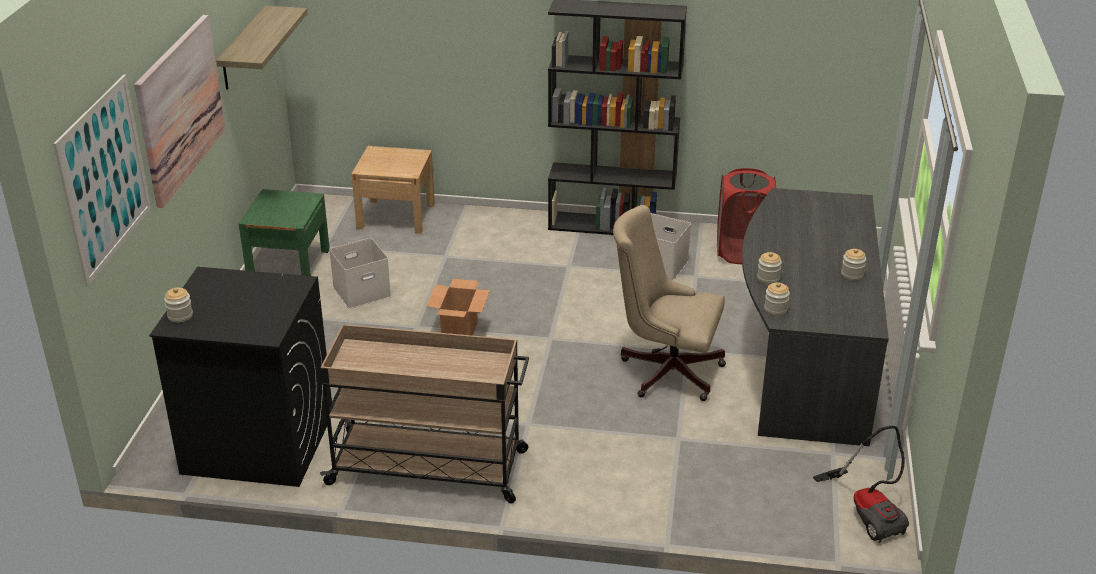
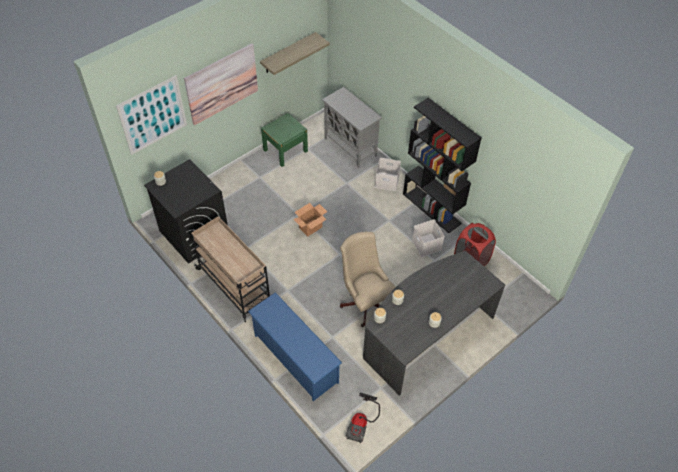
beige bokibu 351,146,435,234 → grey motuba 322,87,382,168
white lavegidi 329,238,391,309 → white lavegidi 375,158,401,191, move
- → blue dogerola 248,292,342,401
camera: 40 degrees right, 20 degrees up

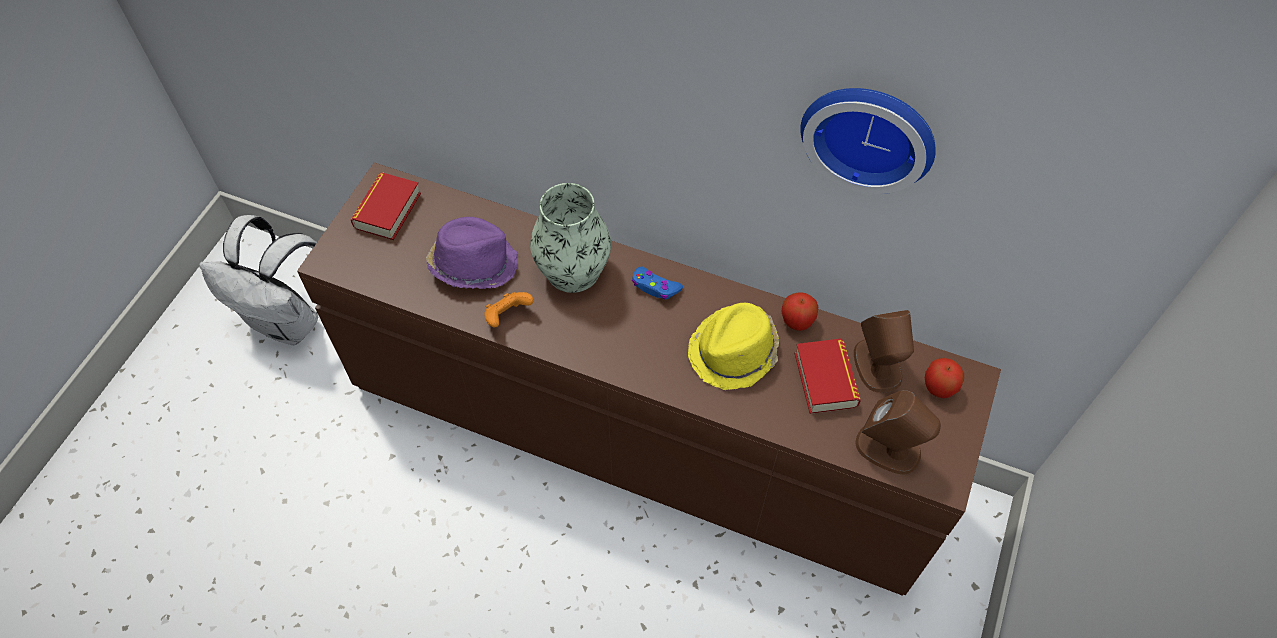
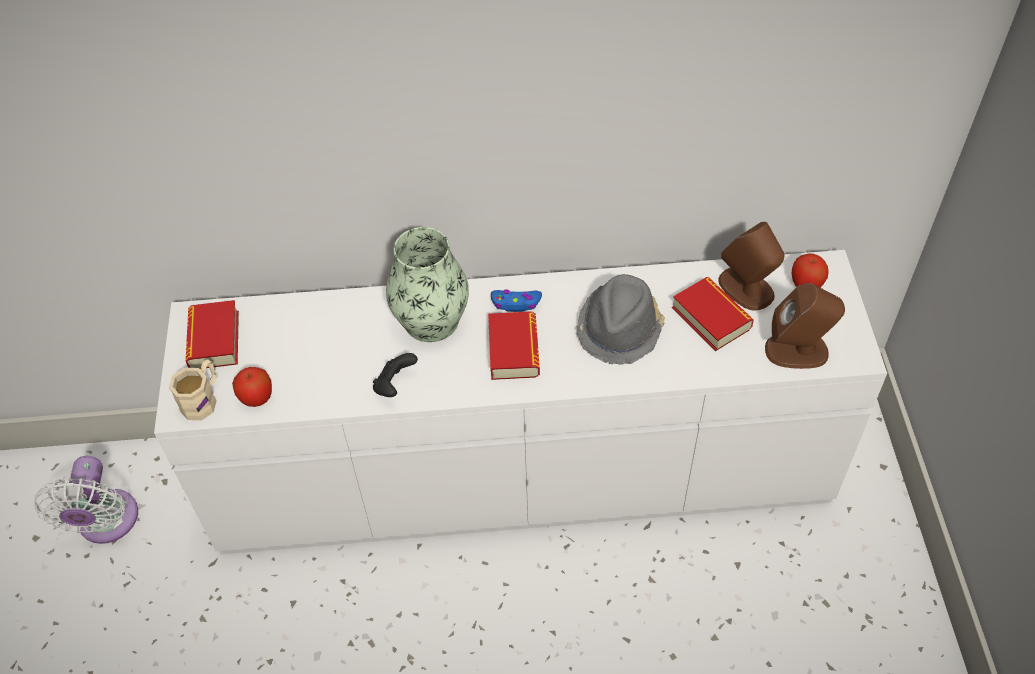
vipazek 800,88,936,194 → -
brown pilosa 297,162,1001,596 → white pilosa 154,250,887,554
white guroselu 199,215,318,345 → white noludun 34,456,138,544
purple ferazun 426,217,518,289 → -
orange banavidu 485,292,534,327 → black banavidu 373,353,418,397
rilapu 781,292,818,331 → rilapu 232,367,272,407, move
yellow ferazun 688,303,779,390 → grey ferazun 576,274,665,365
- → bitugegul 488,311,540,380
- → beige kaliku 169,359,217,420
camera: 25 degrees left, 5 degrees down

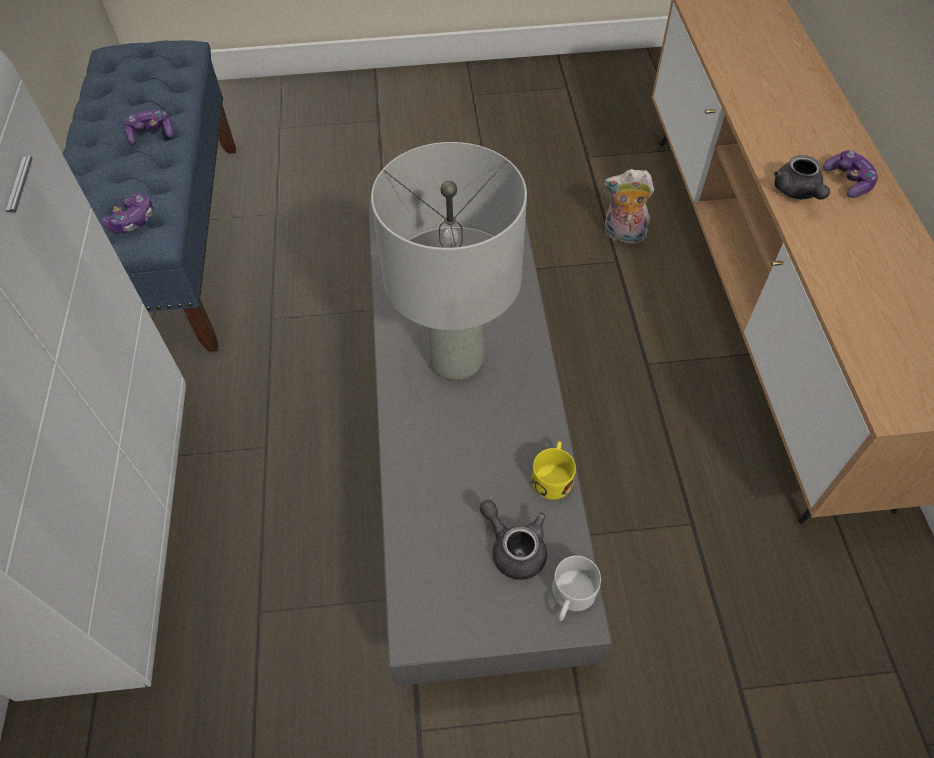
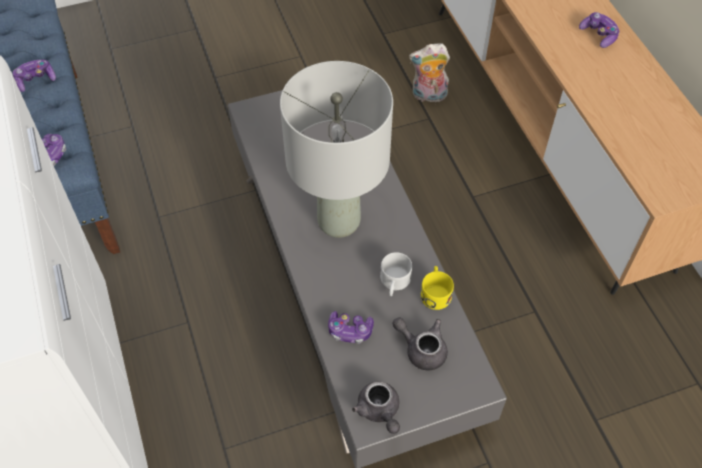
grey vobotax 774,155,830,200 → grey vobotax 352,381,400,434, move
white kaliku 552,556,601,621 → white kaliku 380,252,412,296, move
- → banavidu 328,311,374,344
camera: 15 degrees left, 0 degrees up

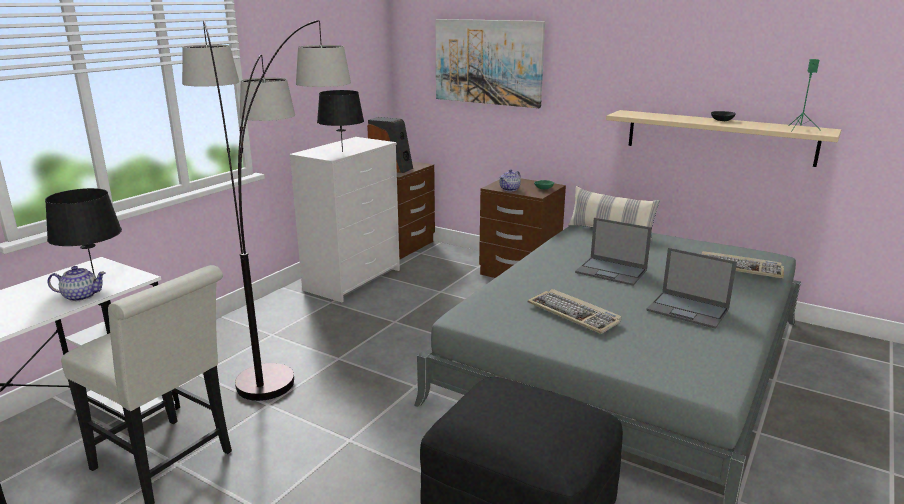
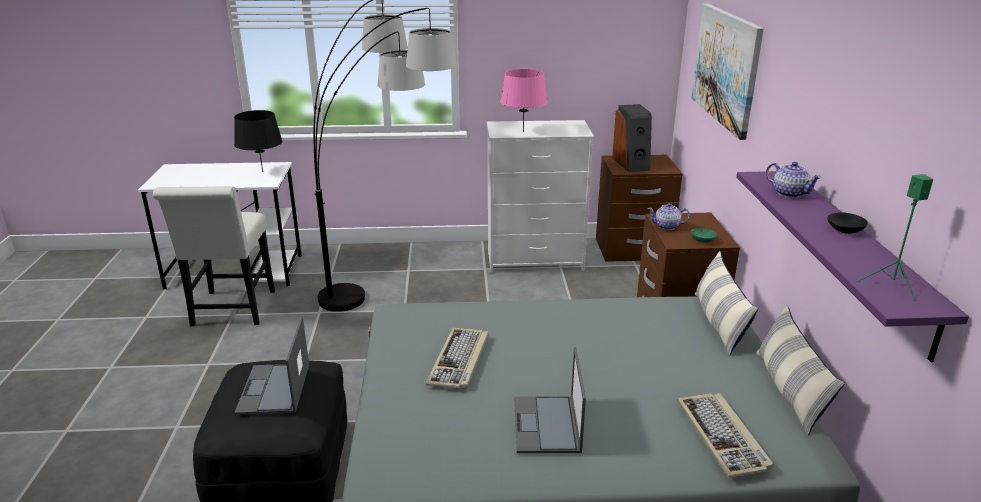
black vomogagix 317,90,364,152 → pink vomogagix 500,69,548,132
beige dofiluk 606,110,841,167 → purple dofiluk 736,171,969,362
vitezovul 575,217,652,286 → vitezovul 234,317,309,415, move
vobotax 47,266,106,302 → vobotax 766,162,822,198, move
- → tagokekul 756,305,845,435
camera: 55 degrees right, 5 degrees up

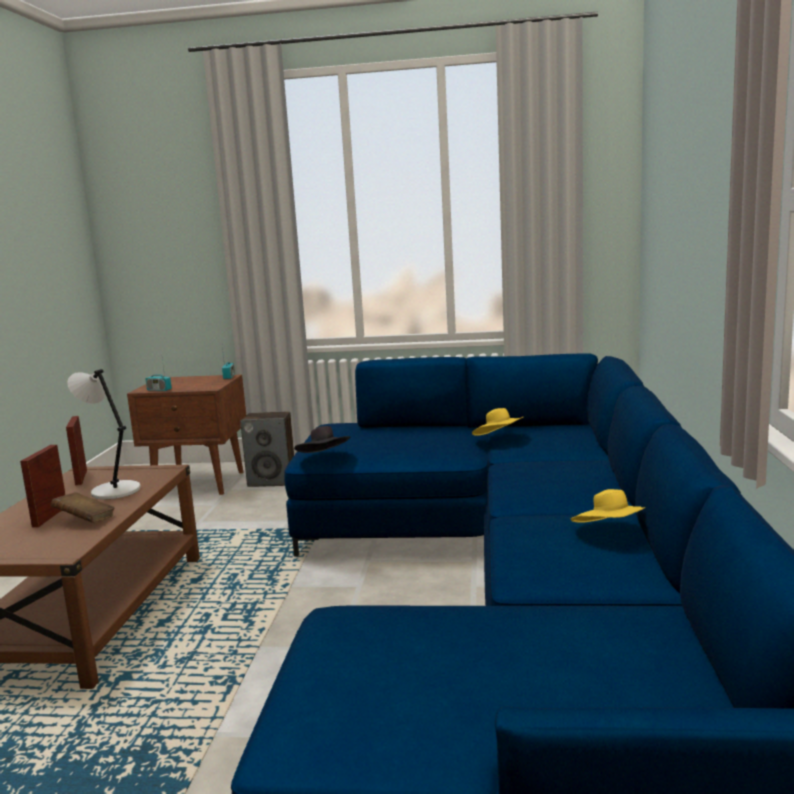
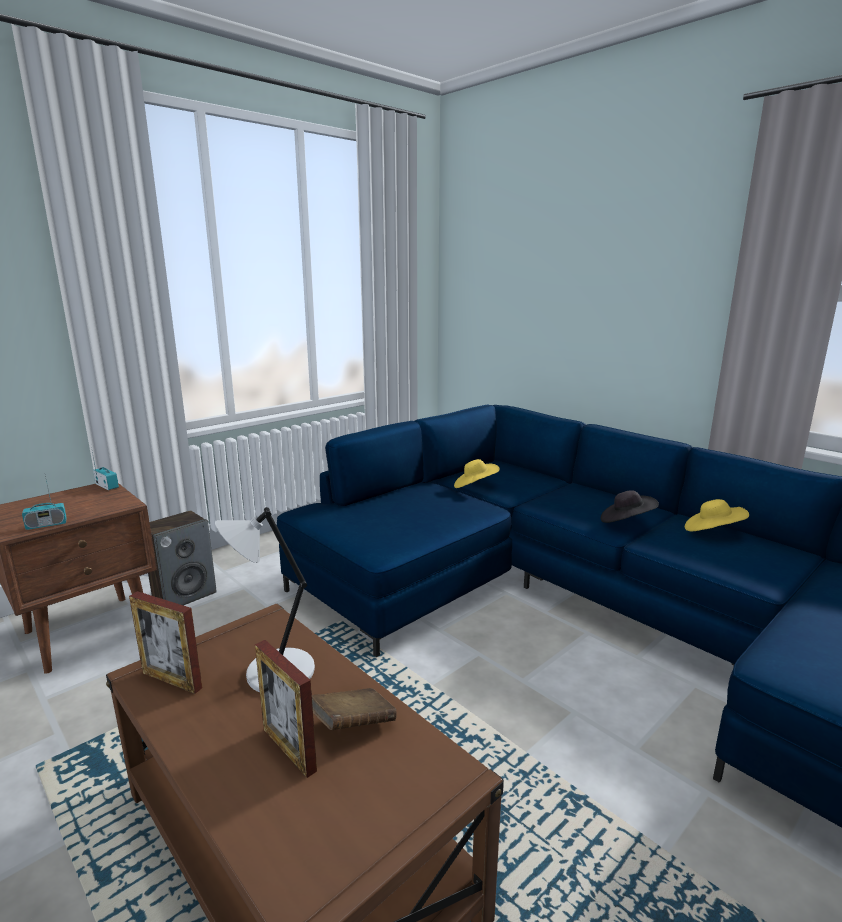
black ferazun 294,426,351,453 → black ferazun 600,490,659,523, move
camera: 50 degrees left, 5 degrees up

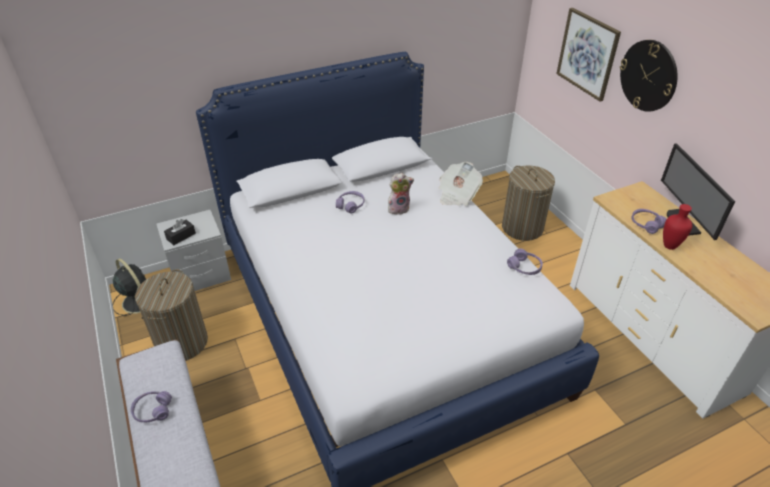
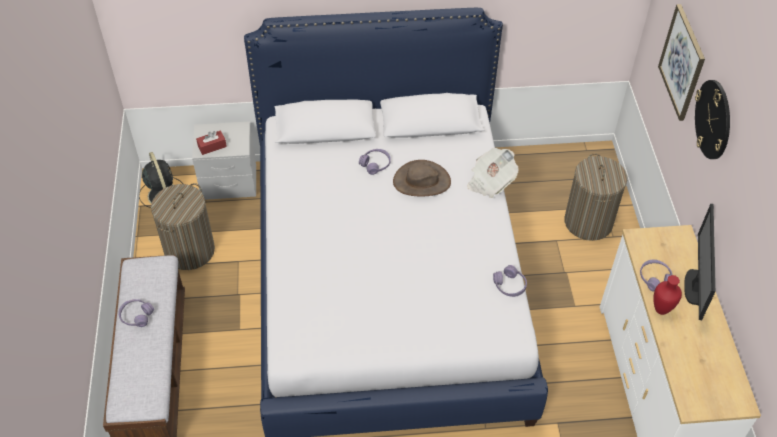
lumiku 388,173,414,215 → brown ferazun 393,160,451,196
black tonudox 164,219,196,245 → red tonudox 196,130,227,155
camera: 20 degrees right, 10 degrees up

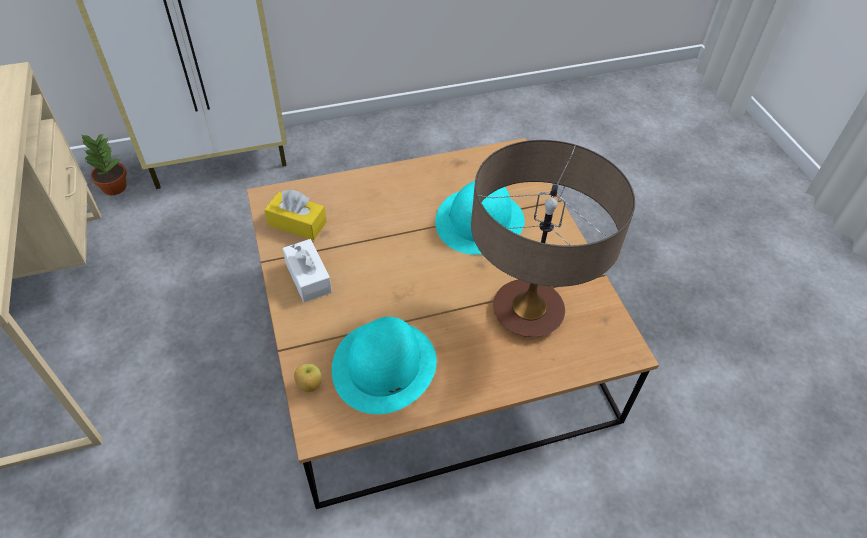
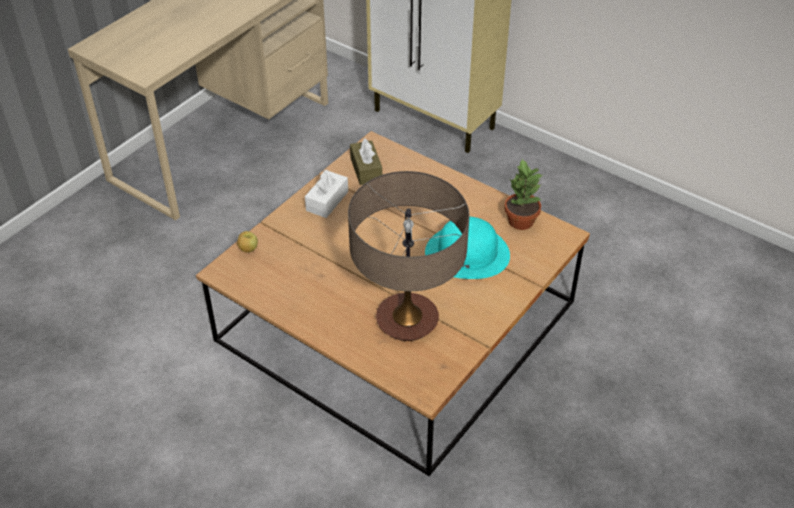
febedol 81,133,127,195 → febedol 504,159,544,230, move
yellow tonudox 264,190,327,240 → brown tonudox 350,138,382,185
turquoise ferazun 332,317,437,414 → -
camera: 55 degrees right, 5 degrees down

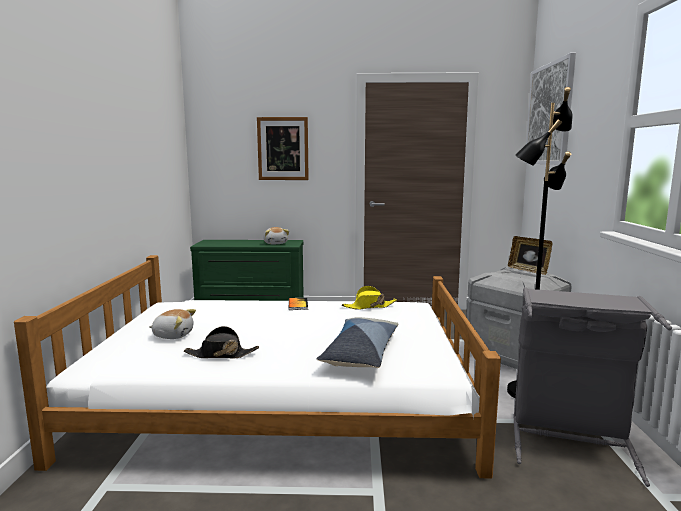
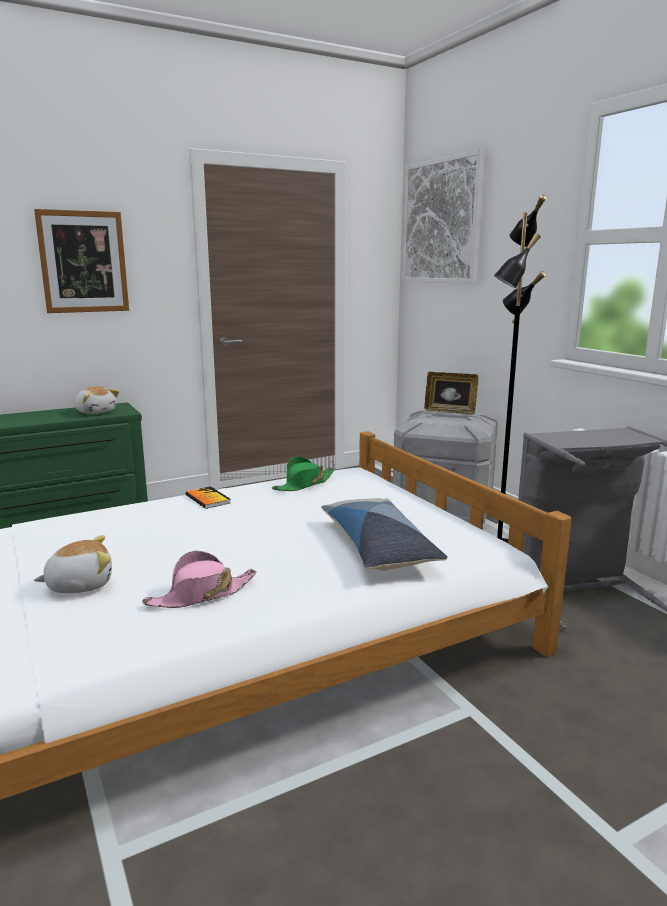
yellow ferazun 342,286,397,310 → green ferazun 272,457,335,491
black ferazun 184,326,259,359 → pink ferazun 142,551,256,608
camera: 30 degrees left, 5 degrees up

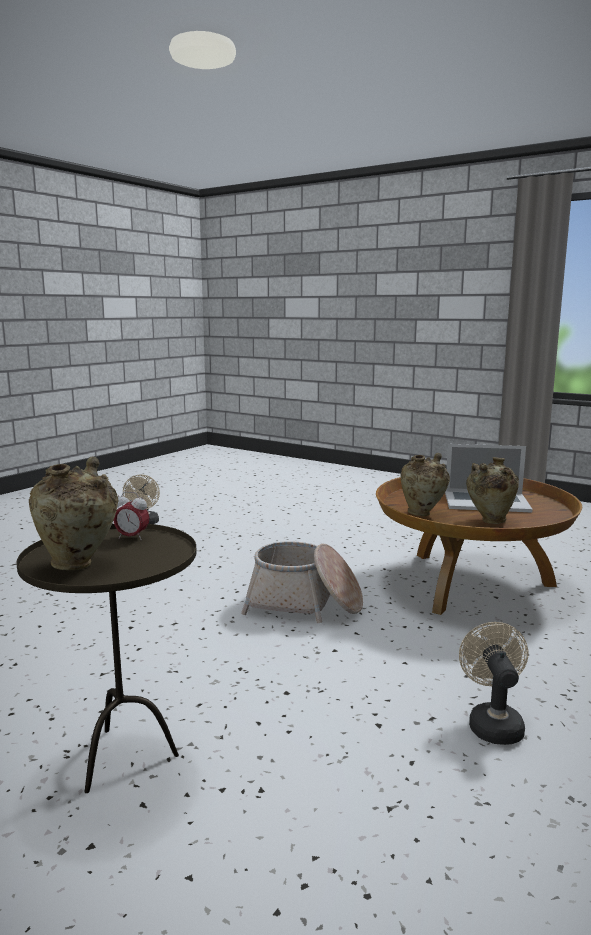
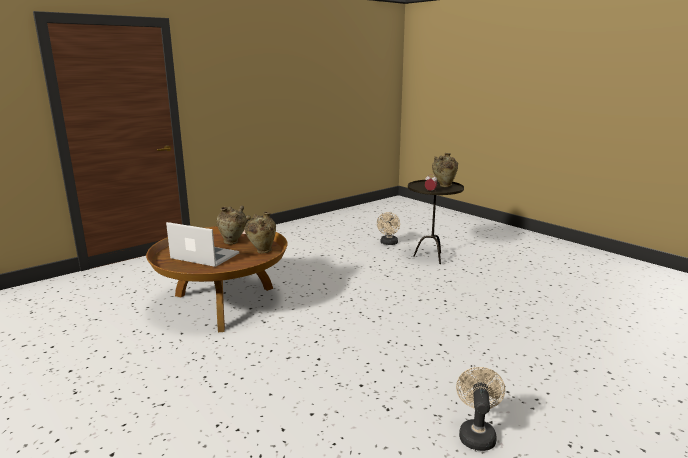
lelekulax 241,541,363,623 → -
beige noludun 459,622,528,745 → beige noludun 377,212,400,245, move
camera: 165 degrees left, 5 degrees up

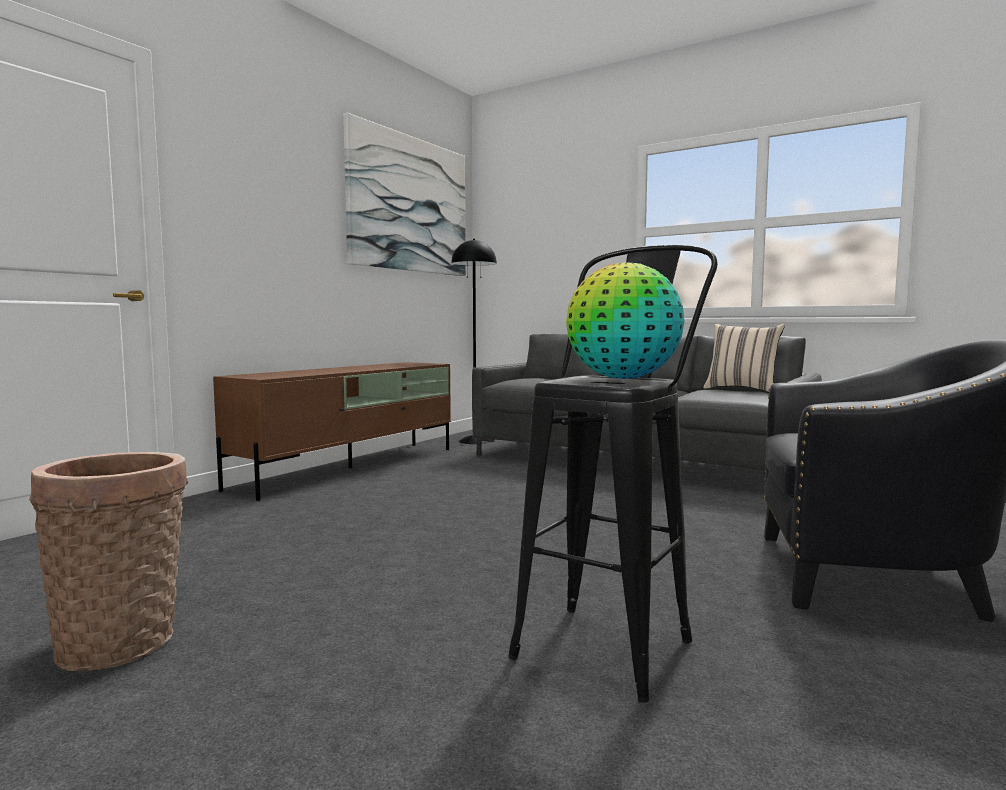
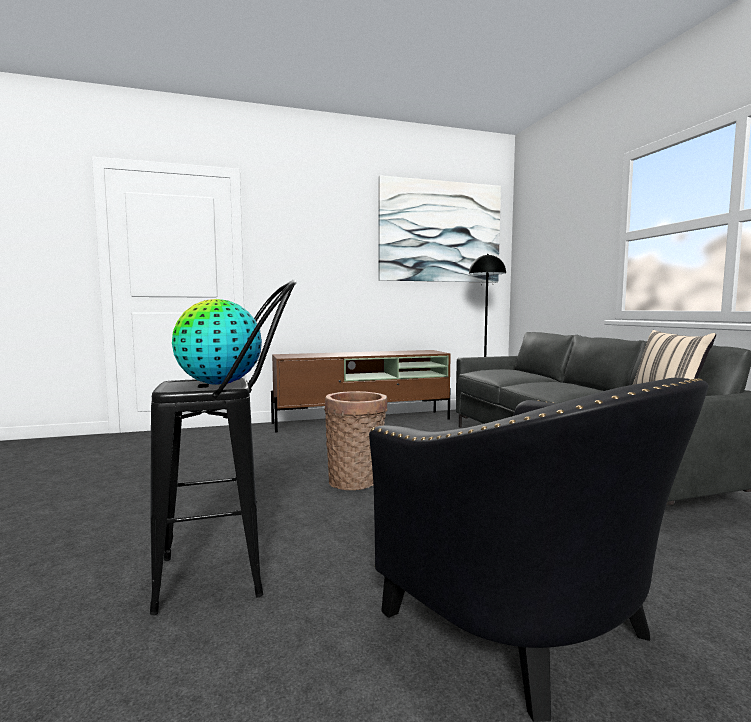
lelekulax 29,452,188,671 → lelekulax 324,391,388,490, move
camera: 40 degrees right, 0 degrees up

